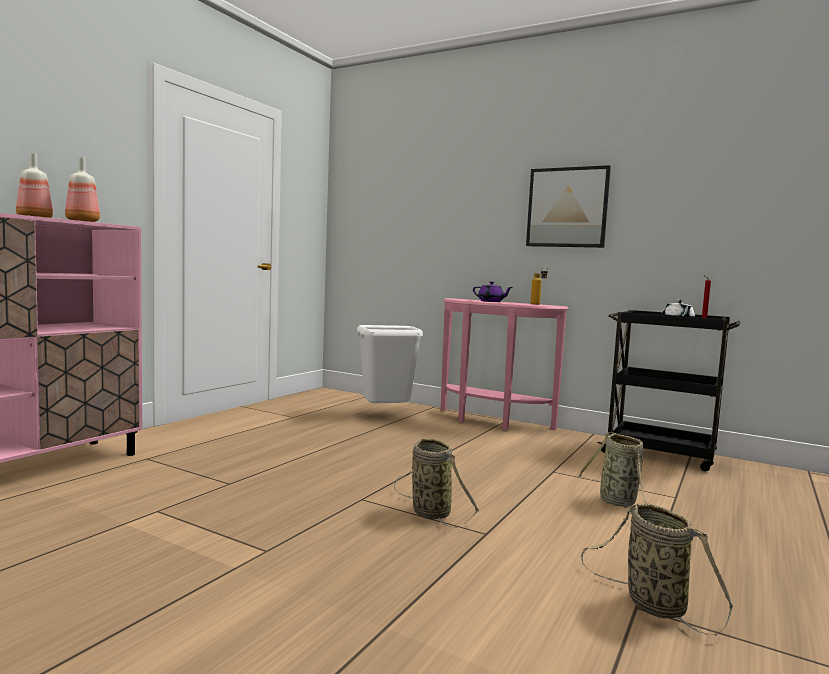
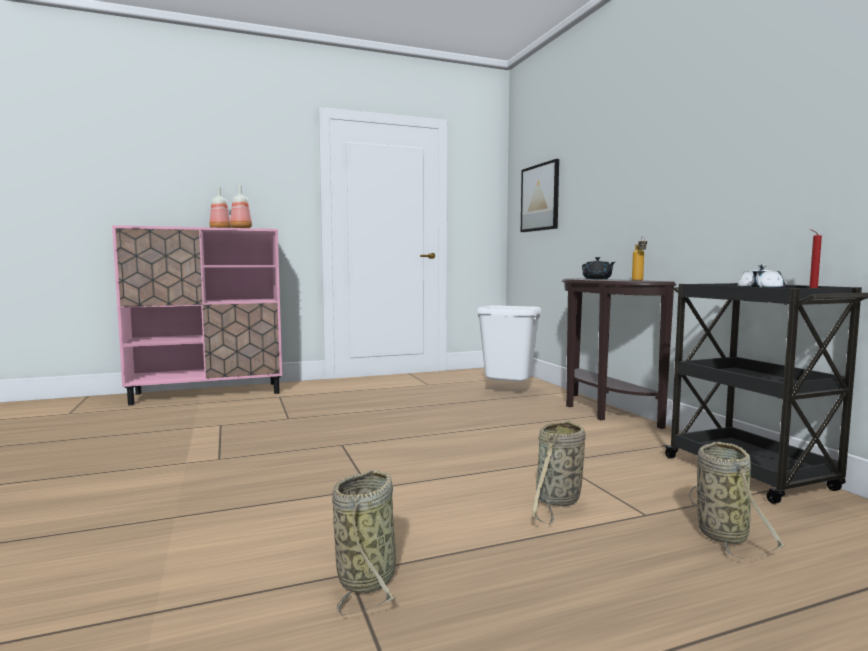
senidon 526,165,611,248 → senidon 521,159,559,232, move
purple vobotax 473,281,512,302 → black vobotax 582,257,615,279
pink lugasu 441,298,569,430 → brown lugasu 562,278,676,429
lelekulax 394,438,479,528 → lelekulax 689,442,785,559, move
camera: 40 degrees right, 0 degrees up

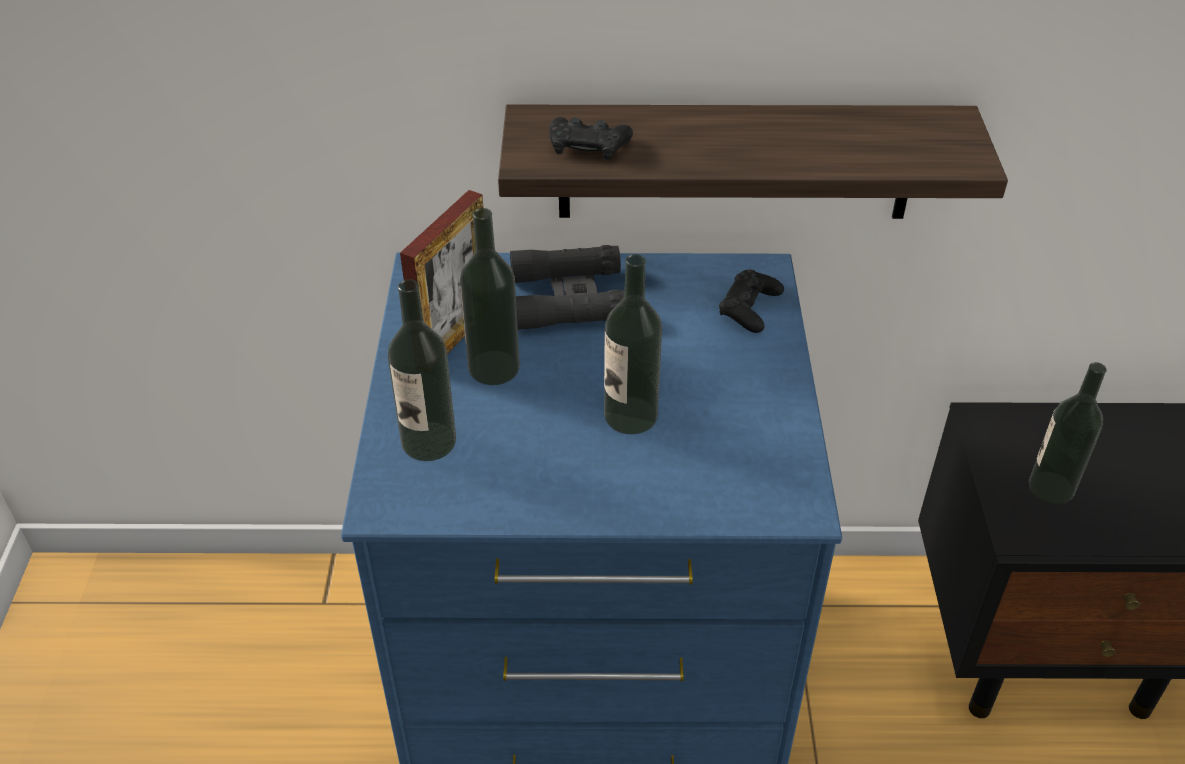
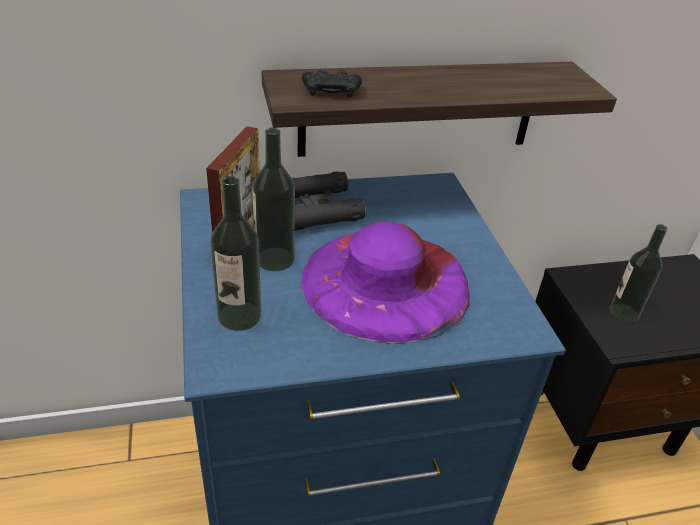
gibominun 604,254,662,434 → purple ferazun 301,222,470,344
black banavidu 719,270,784,333 → -
camera: 15 degrees left, 5 degrees down

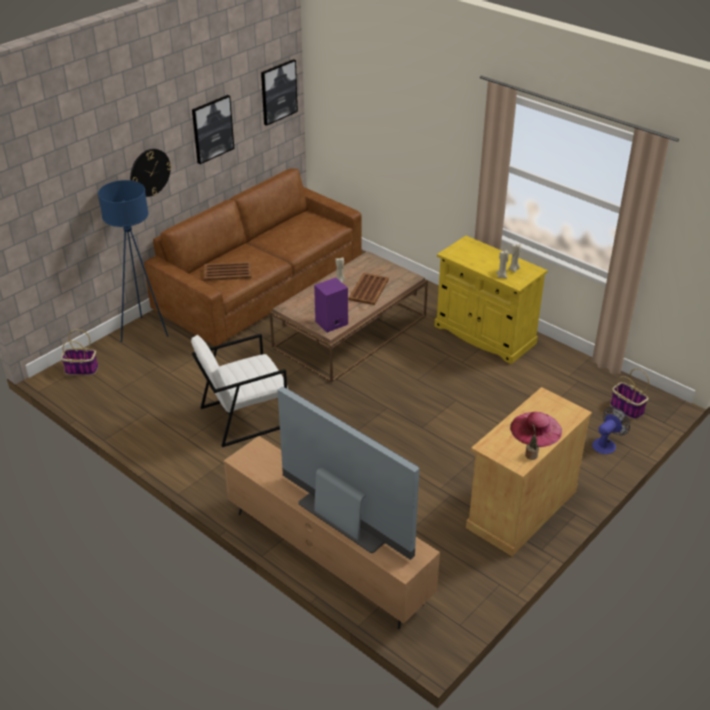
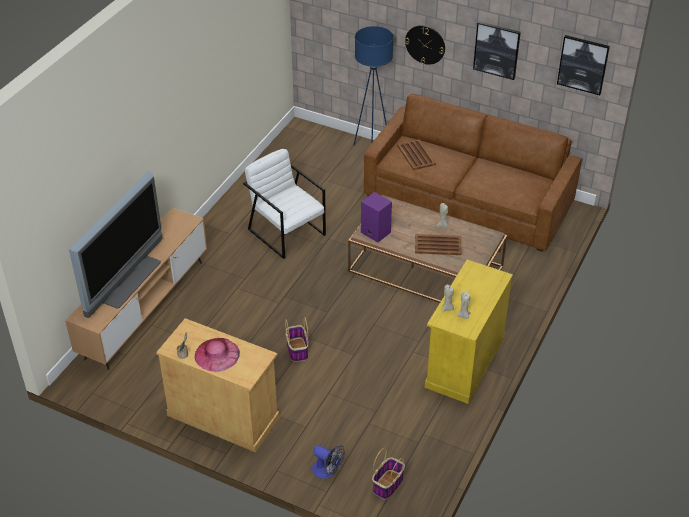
lelekulax 61,329,98,375 → lelekulax 285,317,308,362, move
camera: 75 degrees right, 5 degrees up

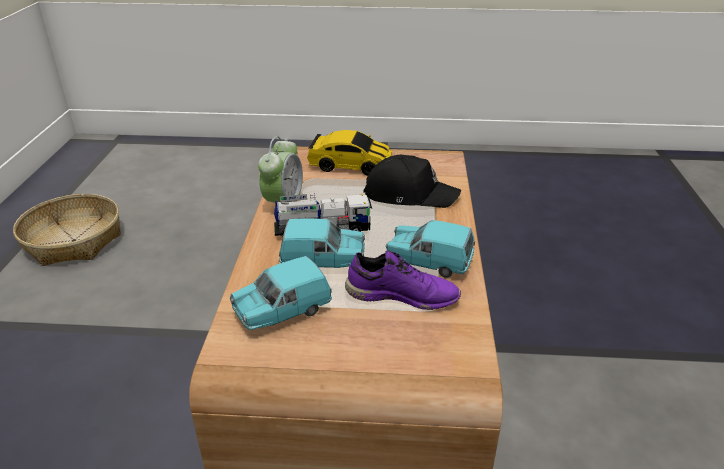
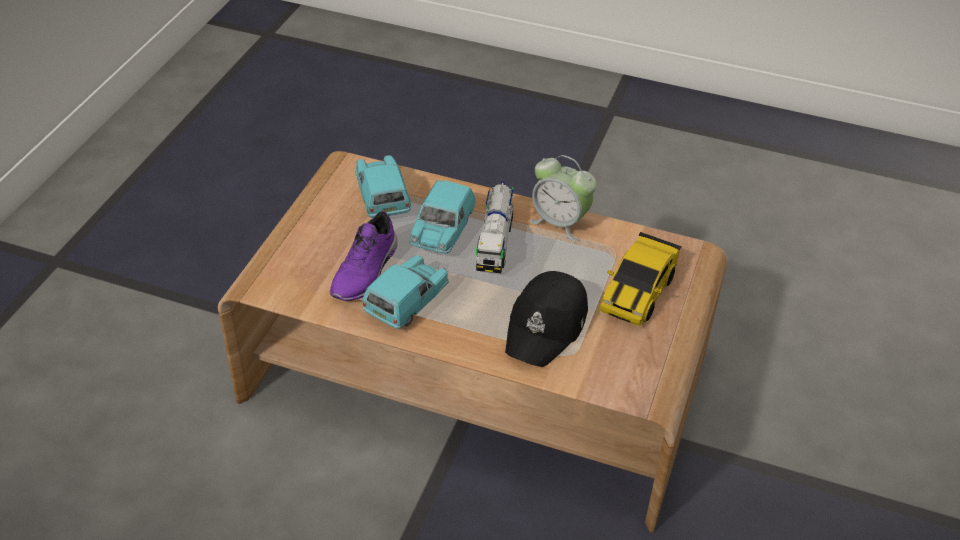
lelekulax 13,194,121,266 → -
camera: 105 degrees right, 10 degrees up

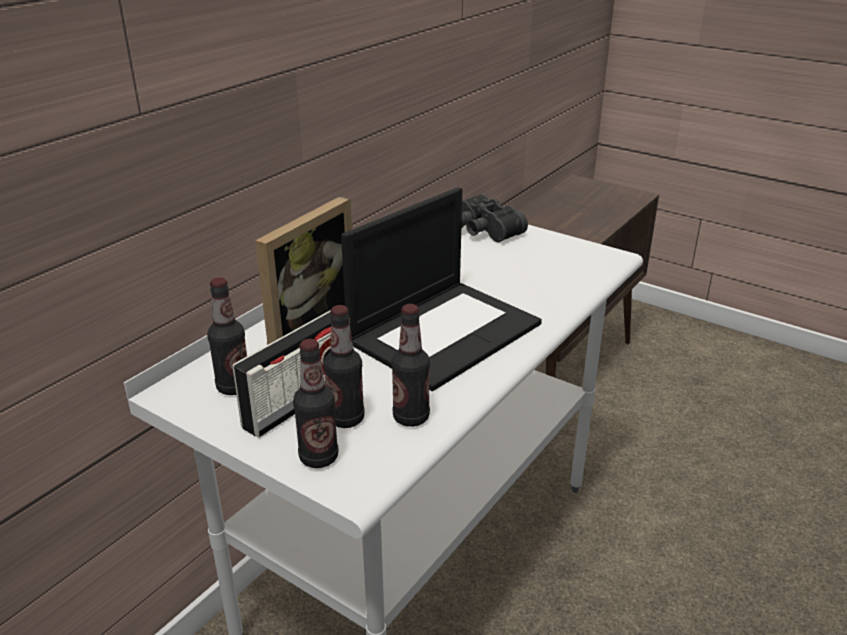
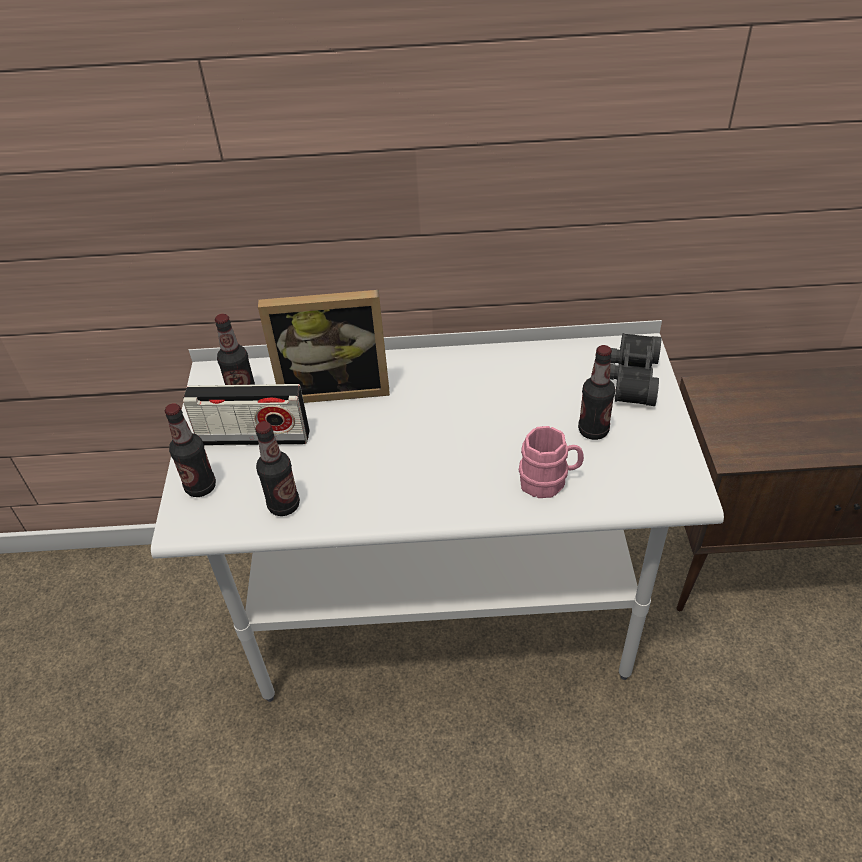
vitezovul 341,187,542,391 → -
gibominun 323,305,365,428 → gibominun 578,345,615,440, move
- → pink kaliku 519,426,584,498
camera: 55 degrees right, 15 degrees up

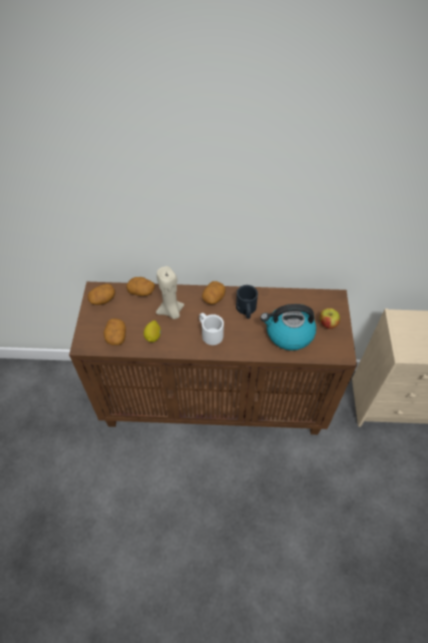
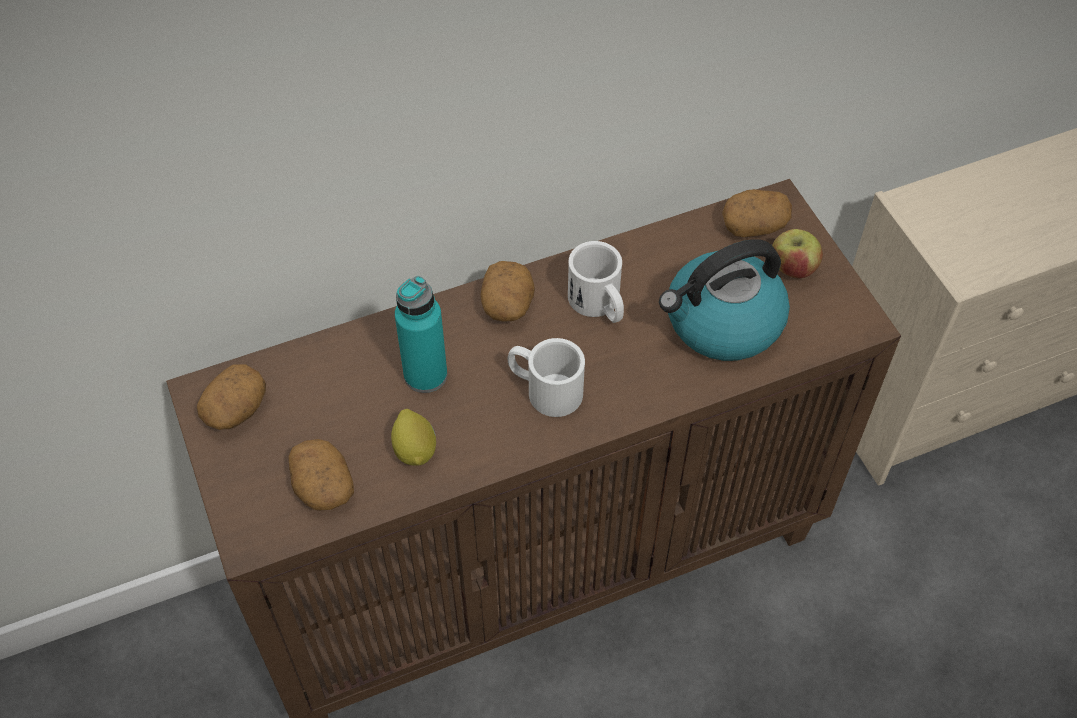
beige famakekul 156,266,184,319 → turquoise gibominun 395,276,447,393
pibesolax 126,277,155,296 → pibesolax 722,189,792,237, move
black kaliku 236,285,258,319 → white kaliku 568,241,624,323
camera: 25 degrees left, 0 degrees up

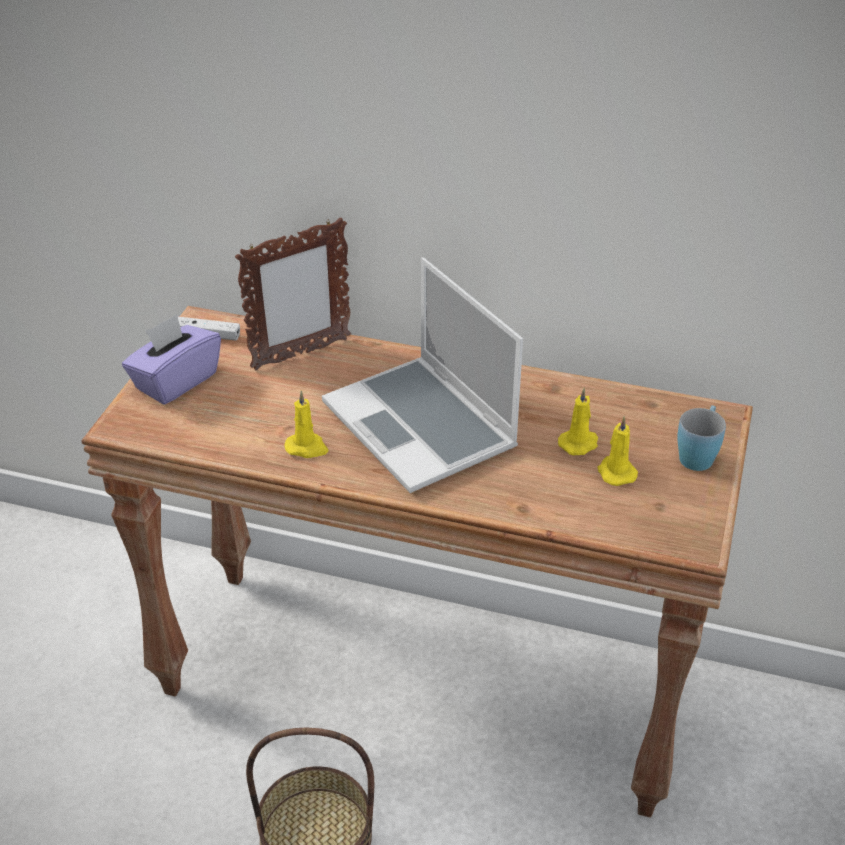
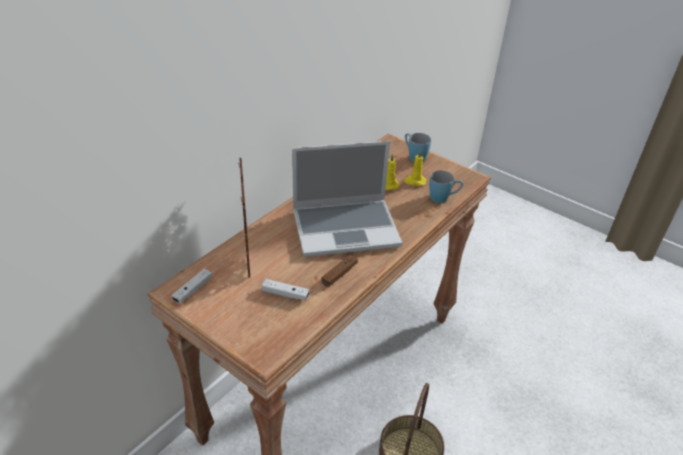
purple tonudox 122,314,221,405 → -
yellow famakekul 285,391,328,458 → brown banavidu 321,255,358,287
- → blue kaliku 429,170,463,203
- → white banavidu 262,279,309,300
camera: 70 degrees left, 0 degrees up

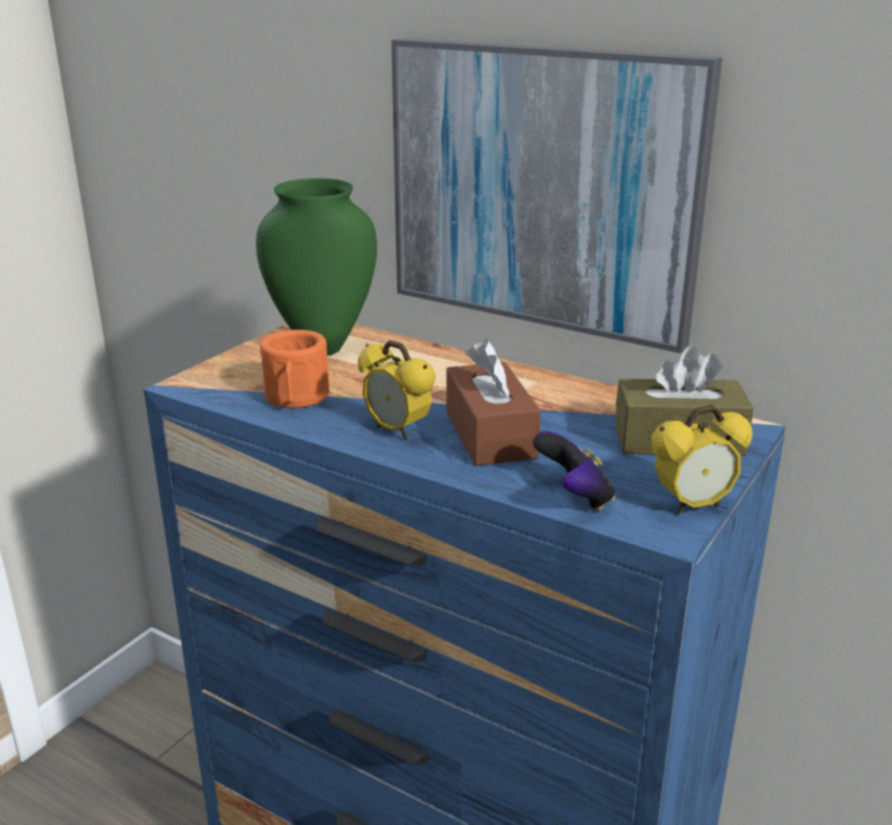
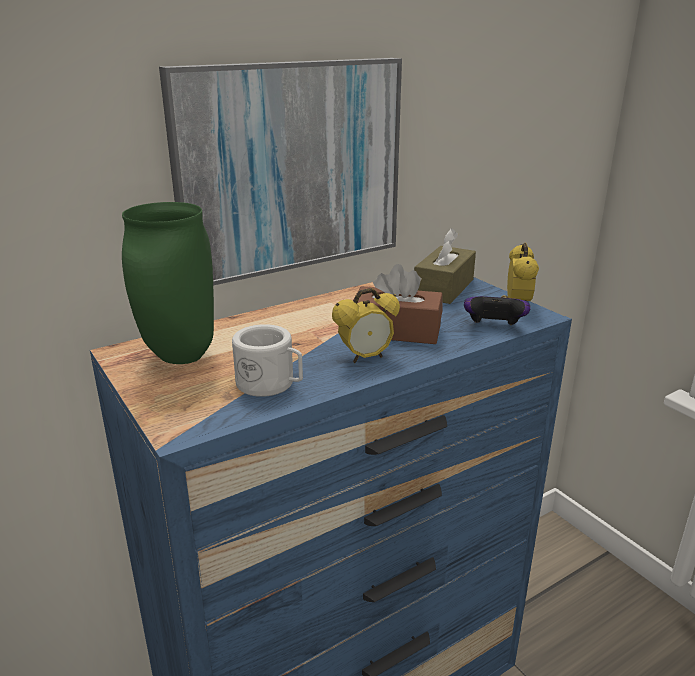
orange kaliku 260,330,329,408 → white kaliku 232,324,303,397
camera: 65 degrees left, 0 degrees up

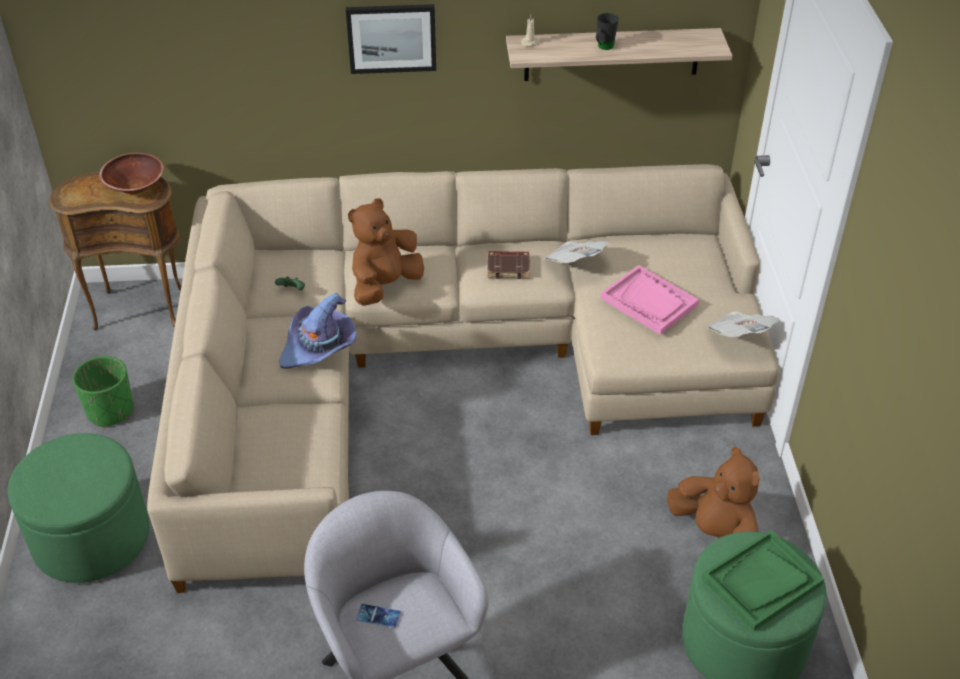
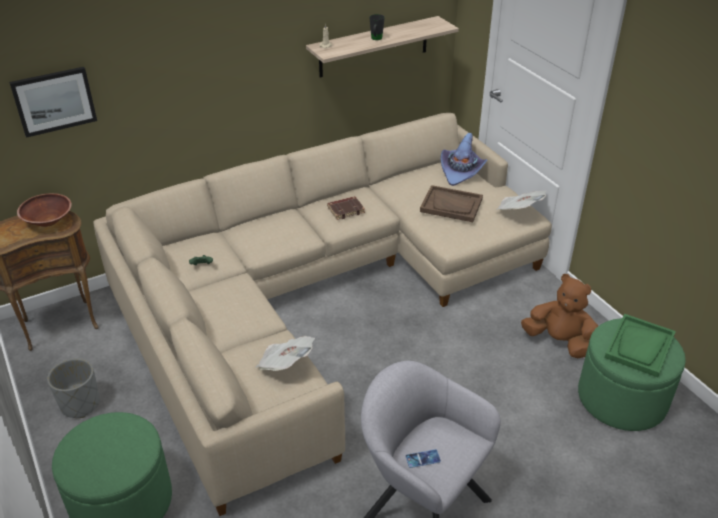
senidon 346,4,436,74 → senidon 9,67,97,138, move
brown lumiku 348,198,424,306 → -
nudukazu 543,241,611,263 → nudukazu 255,336,315,371, move
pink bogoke 600,265,699,335 → brown bogoke 420,185,483,222
purple ferazun 279,293,356,369 → purple ferazun 440,133,488,186, move
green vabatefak 72,356,133,428 → grey vabatefak 47,358,100,418
camera: 25 degrees left, 5 degrees down

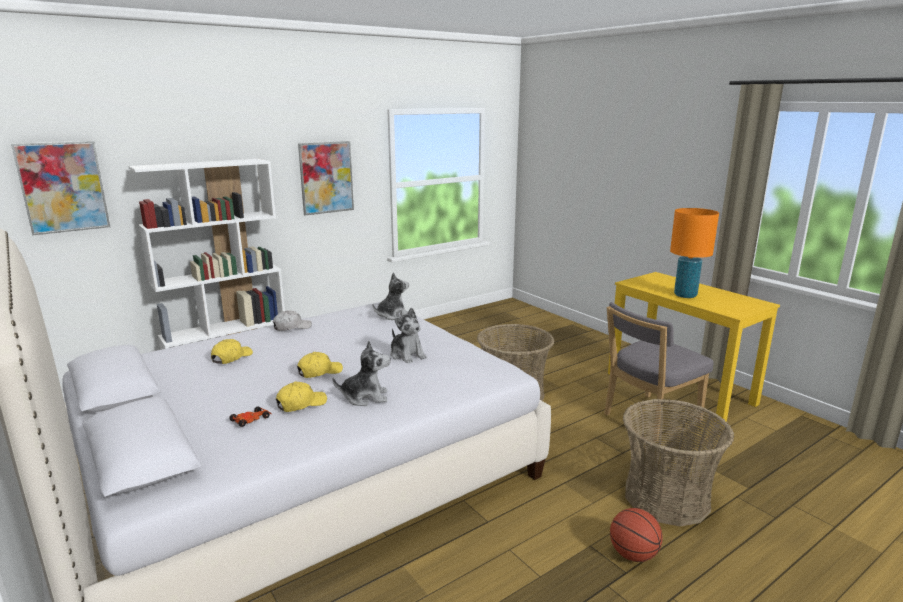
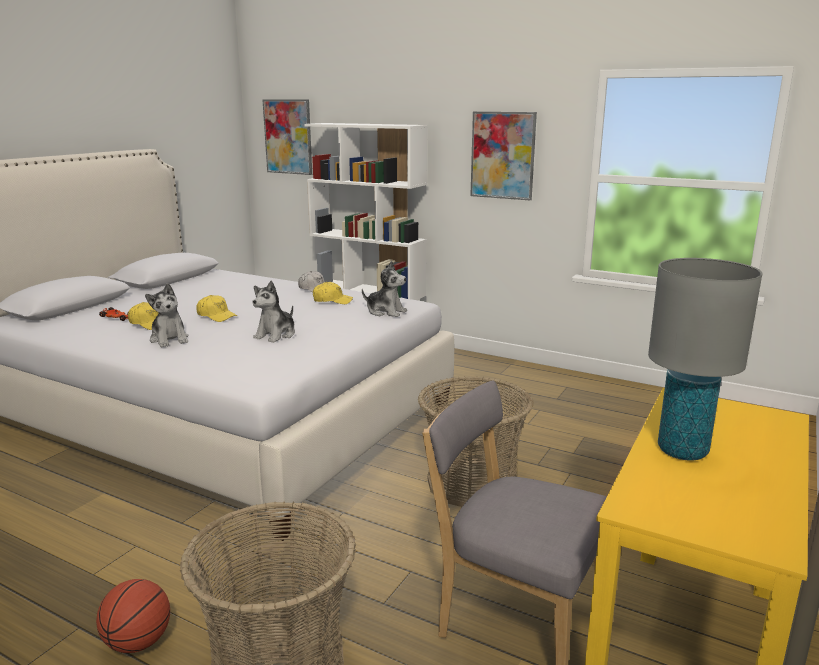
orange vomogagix 670,208,719,298 → grey vomogagix 648,258,763,461
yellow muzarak 211,339,253,364 → yellow muzarak 313,282,353,304, move
camera: 65 degrees right, 0 degrees up

